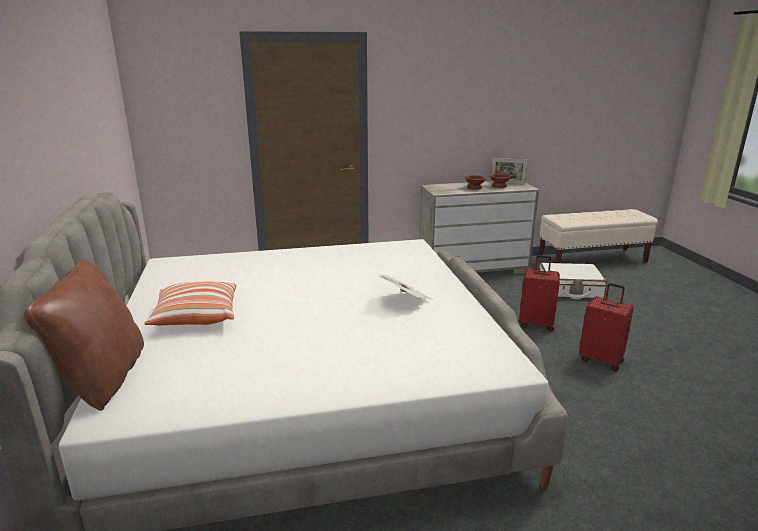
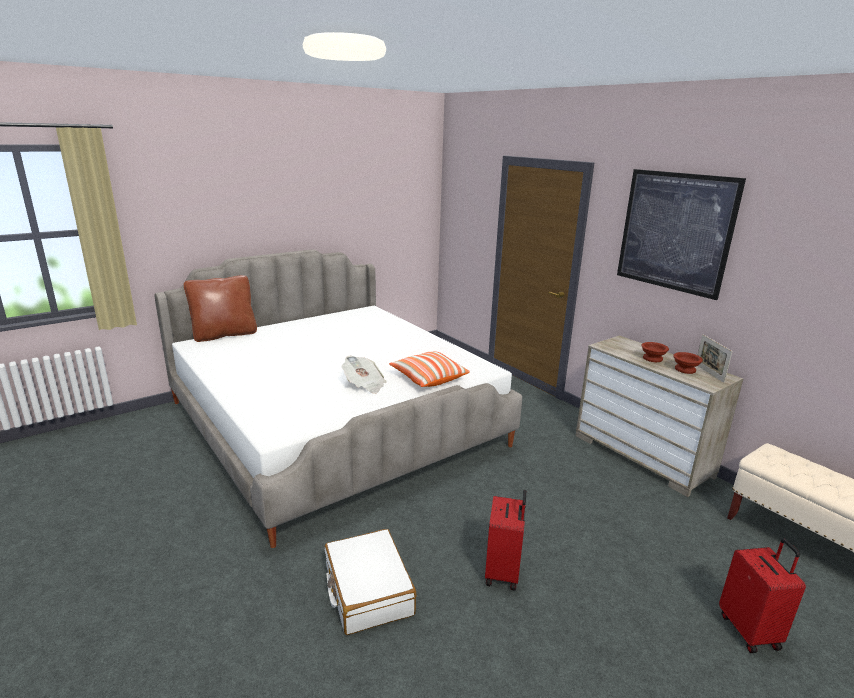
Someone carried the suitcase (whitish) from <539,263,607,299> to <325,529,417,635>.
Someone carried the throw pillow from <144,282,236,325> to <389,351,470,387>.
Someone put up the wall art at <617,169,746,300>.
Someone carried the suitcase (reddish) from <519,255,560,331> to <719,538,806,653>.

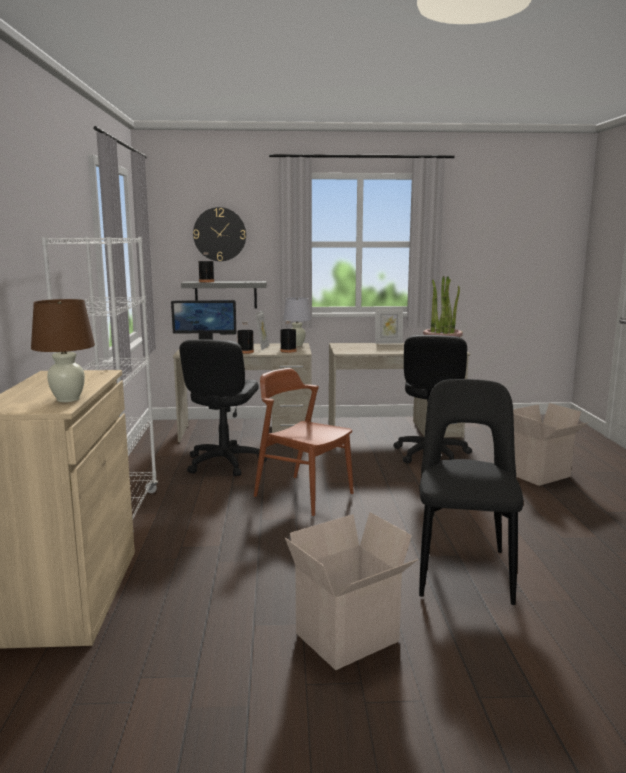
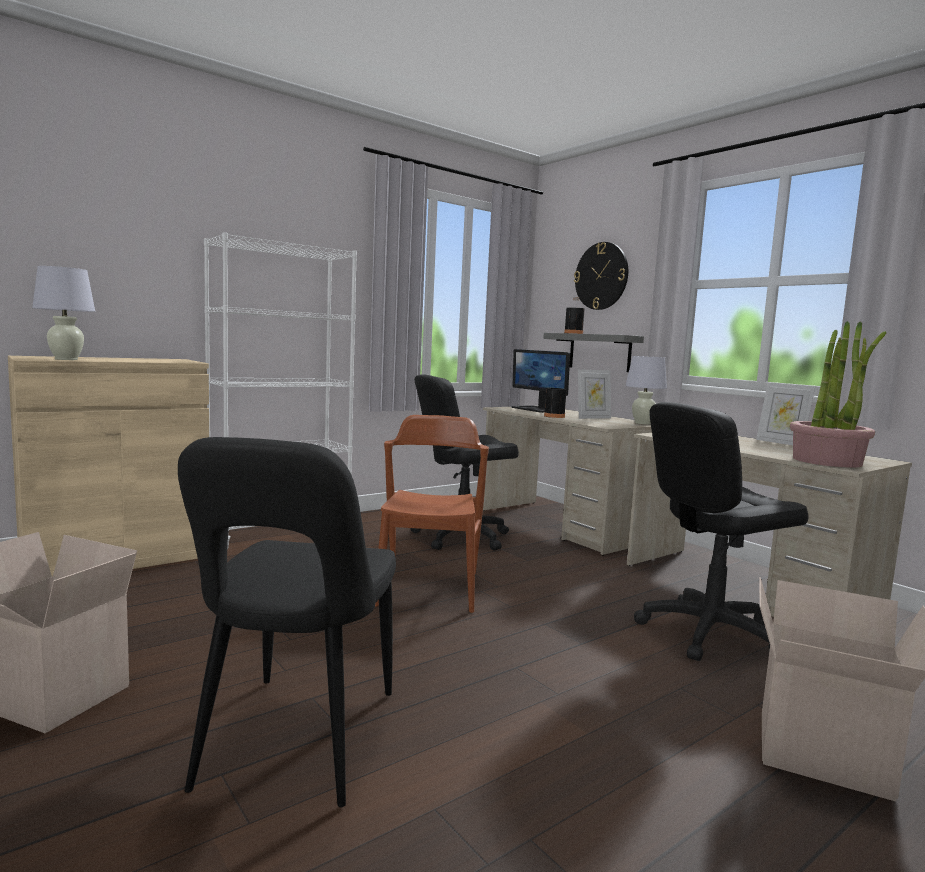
Someone repainted the tabletop lamp (brownish) at <31,299,95,402>, which became the tabletop lamp (whitish) at <32,266,95,360>.
Someone rotated the chair (blackish) at <419,379,523,605> by 120 degrees clockwise.
Someone took away the drink bottle (blackish) at <280,320,296,353>.

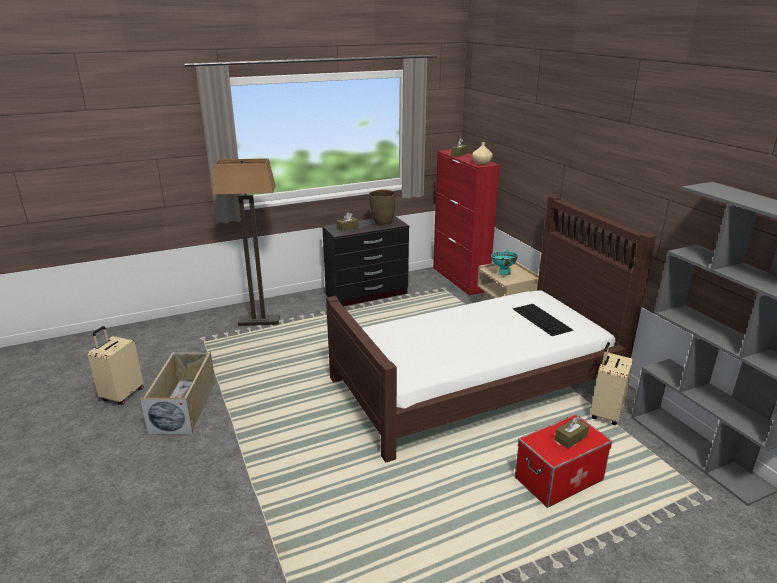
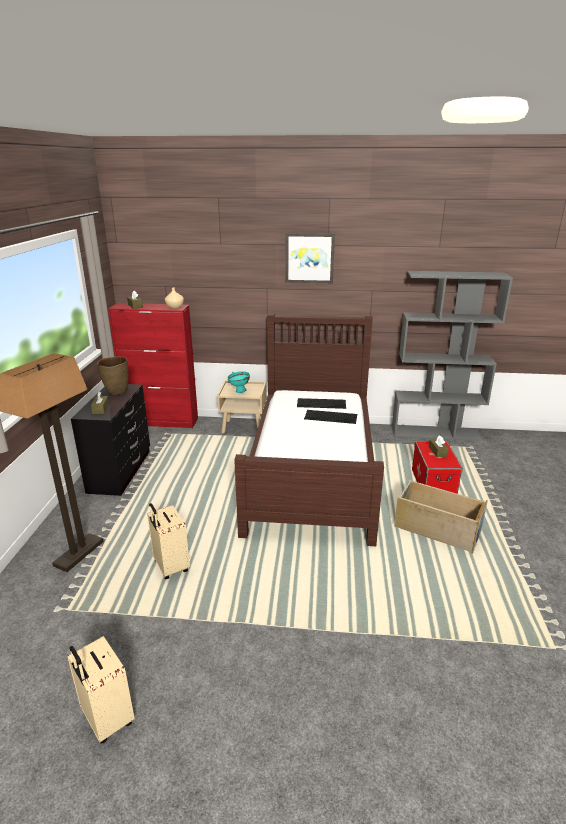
Someone carried the suitcase (sand-coloured) from <591,342,634,425> to <147,503,190,579>.
Someone put up the wall art at <285,233,335,283>.
Someone put down the computer keyboard at <304,410,357,424>.
Someone carried the storage container (sand-coloured) from <140,352,215,434> to <394,480,488,554>.

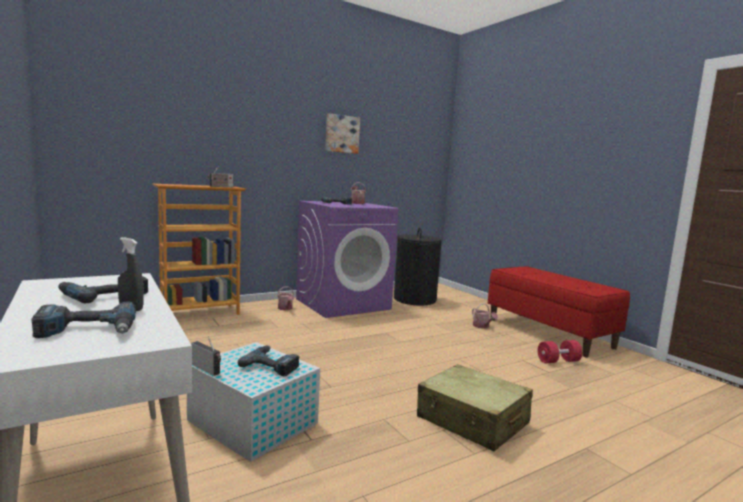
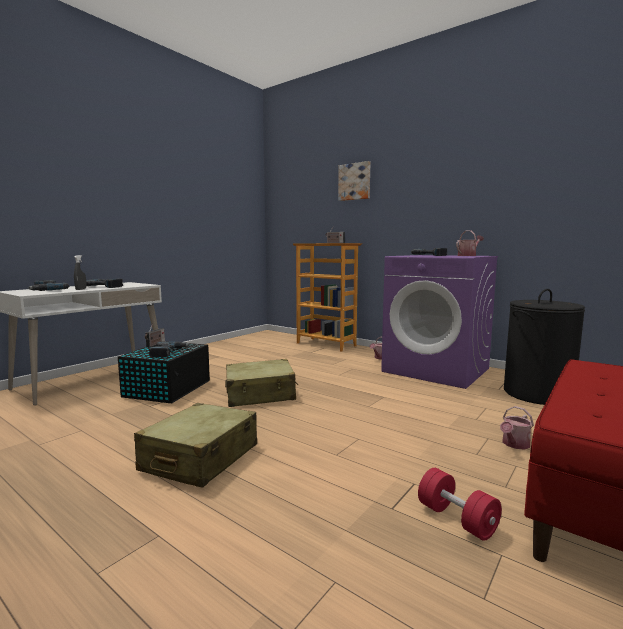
Someone repainted the storage container (whitish) at <187,342,320,462>, which became the storage container (blackish) at <118,341,210,403>.
Someone put down the suitcase (sand-coloured) at <225,359,298,407>.
Someone carried the wall art from <325,113,360,154> to <338,161,370,201>.

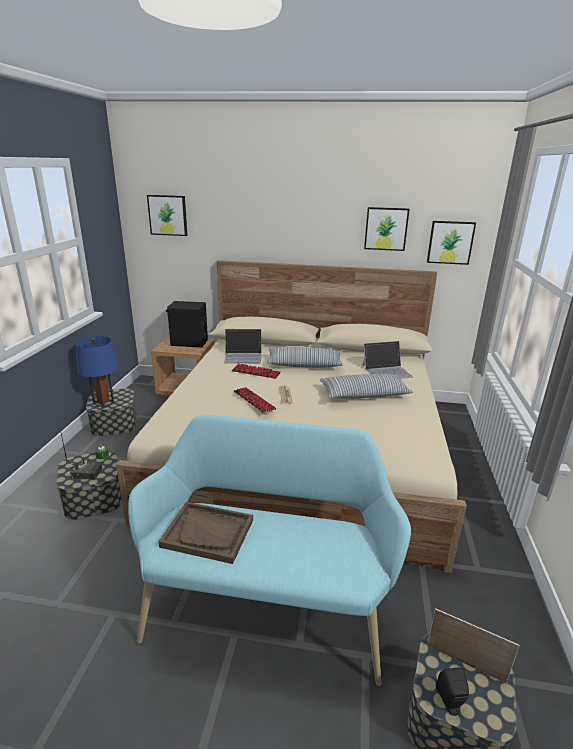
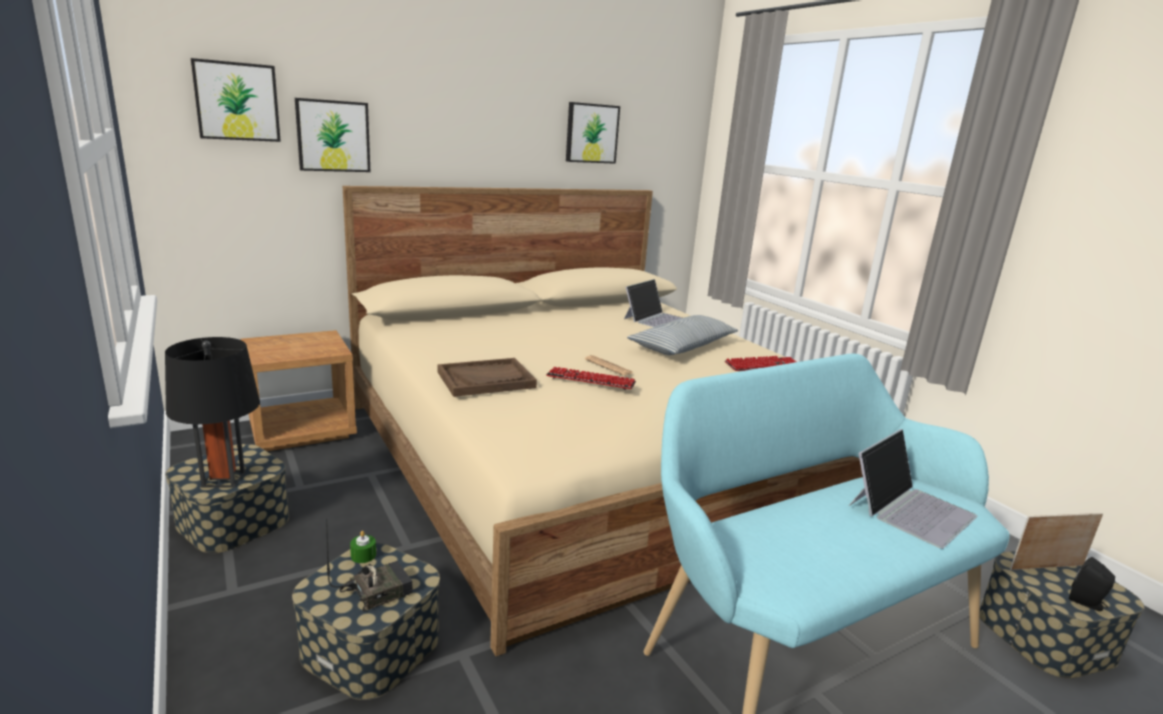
Someone repainted the tabletop lamp (blue-coloured) at <76,336,119,408>, which became the tabletop lamp (blackish) at <165,337,260,487>.
Someone carried the wall art from <427,221,476,265> to <295,98,371,172>.
Someone carried the carrying tray (brownish) from <158,502,253,564> to <437,358,537,397>.
Someone carried the computer keyboard from <232,363,281,379> to <725,356,796,371>.
Someone carried the portable computer from <224,329,261,363> to <849,429,978,549>.
Someone took away the audio speaker (blackish) at <166,301,208,347>.
Someone took away the throw pillow at <266,347,343,368>.

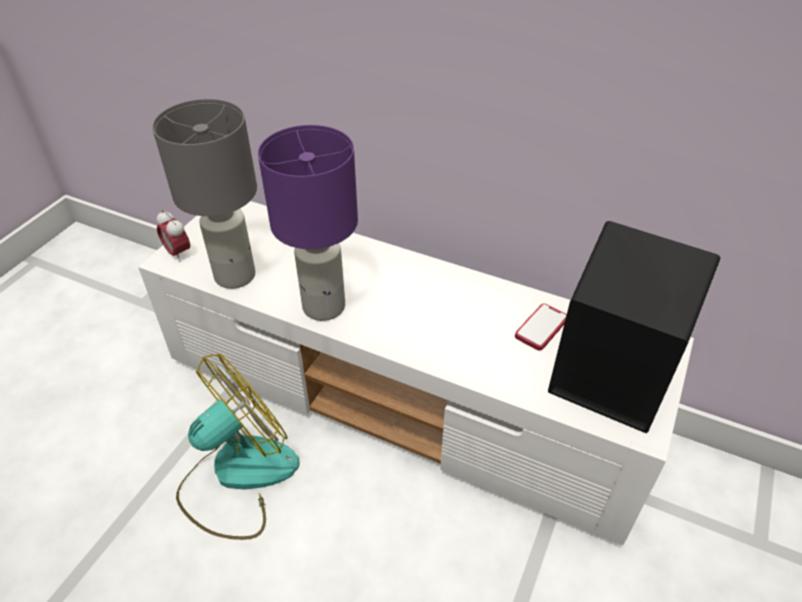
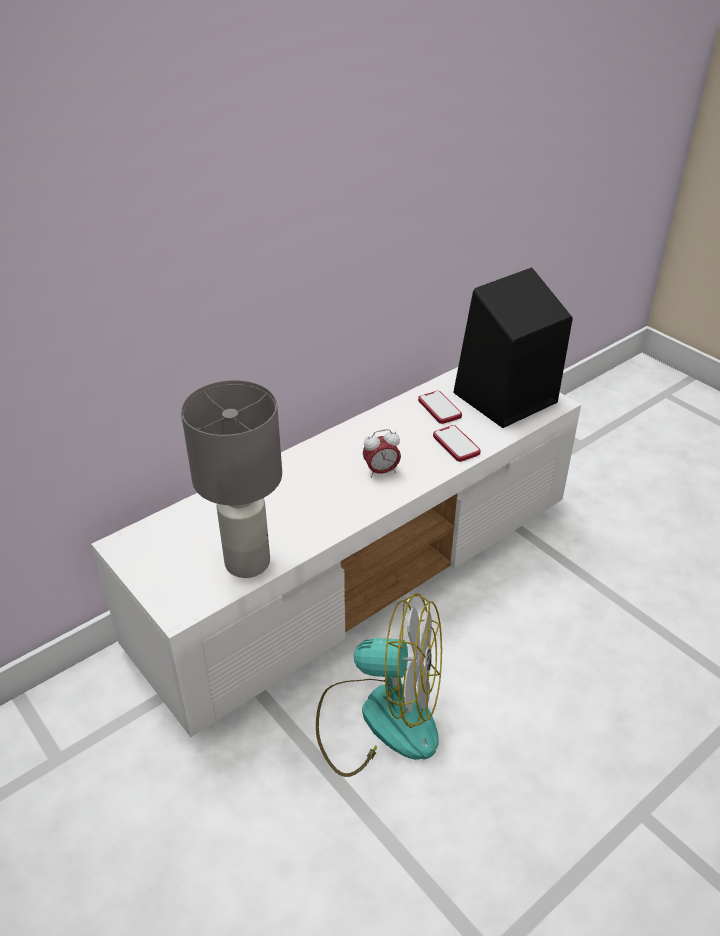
Someone rotated the electric fan at <176,354,300,540> by 120 degrees clockwise.
Someone carried the table clock from <156,209,190,262> to <363,429,401,478>.
Someone put down the handset at <433,425,481,462>.
Someone took away the tabletop lamp (purple) at <258,125,358,321>.

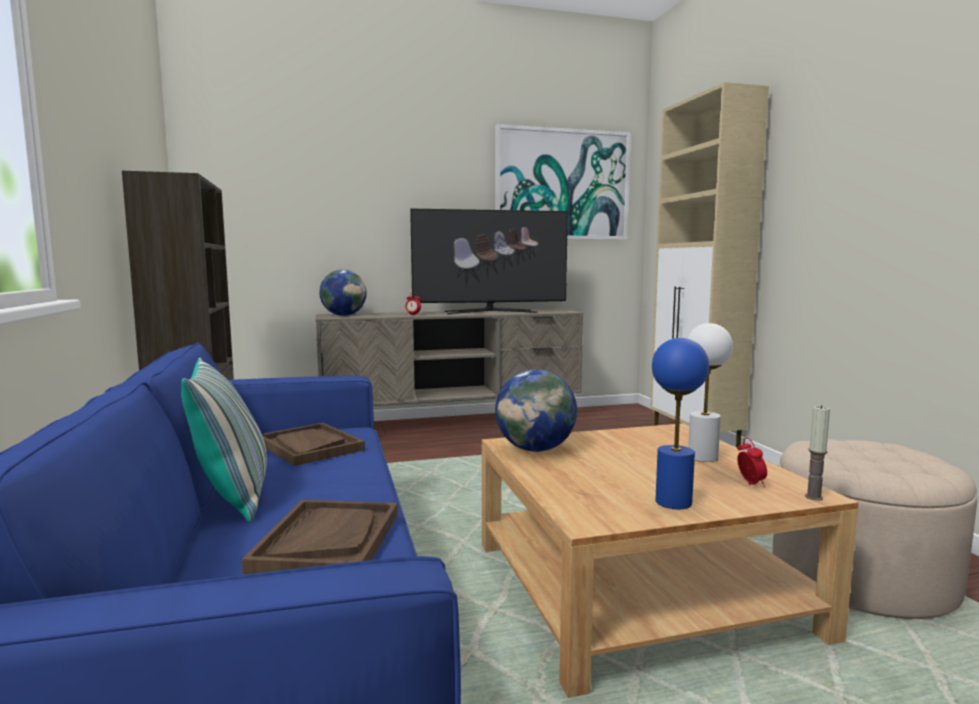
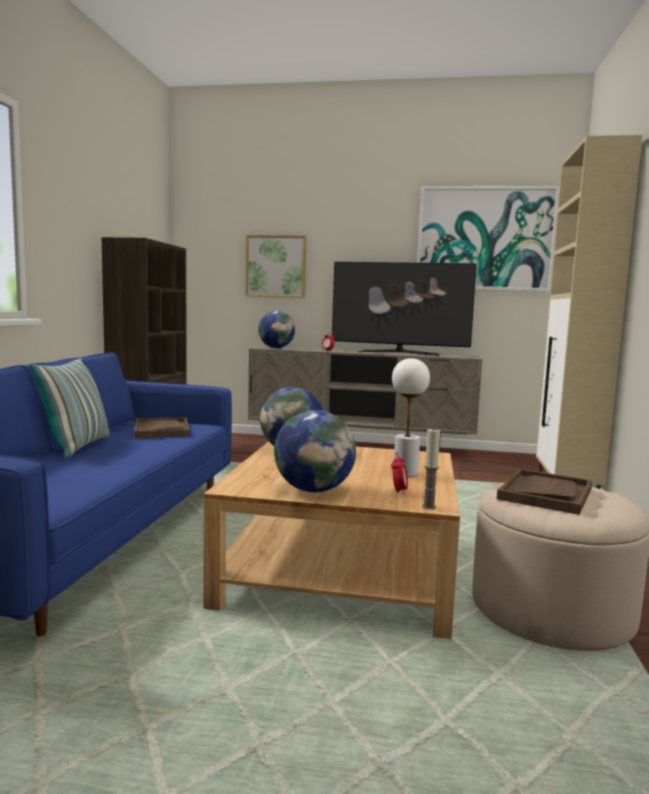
Someone put up the wall art at <246,235,307,298>.
Someone swapped the tabletop lamp (blue-coloured) at <652,338,709,509> for the world globe at <274,410,356,492>.
Someone carried the carrying tray (brownish) from <242,500,398,574> to <497,469,592,515>.

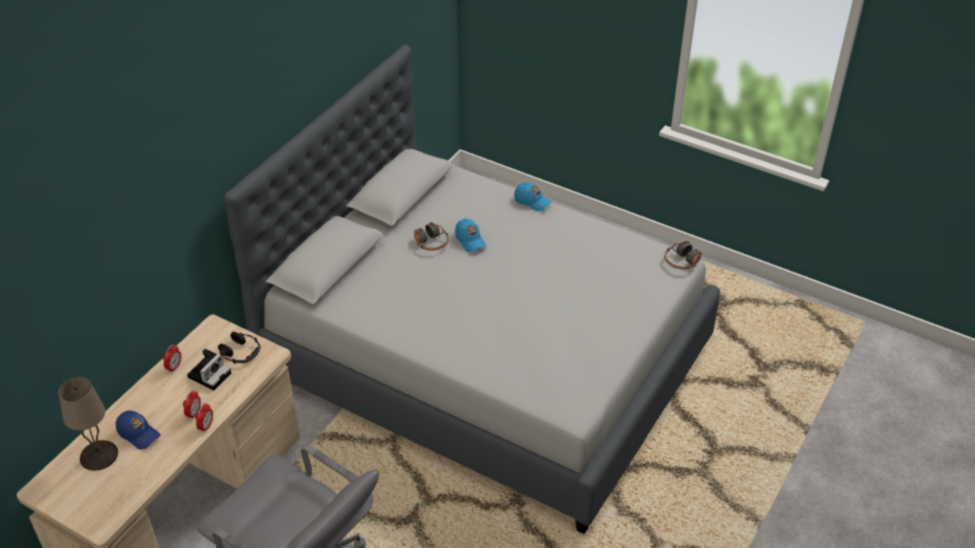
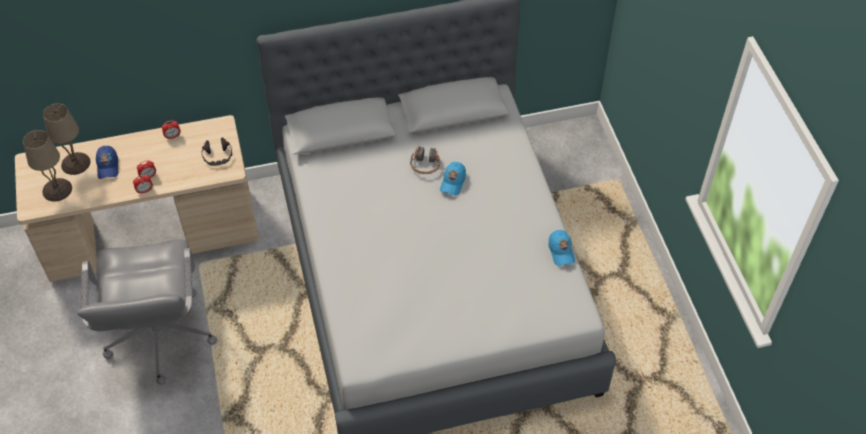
Someone put down the tabletop lamp (sand-coloured) at <23,130,72,202>.
Someone carried the cap (blue-coloured) from <514,182,552,212> to <549,230,575,266>.
Someone took away the photo camera at <187,349,231,390>.
Someone took away the headset at <664,241,702,269>.

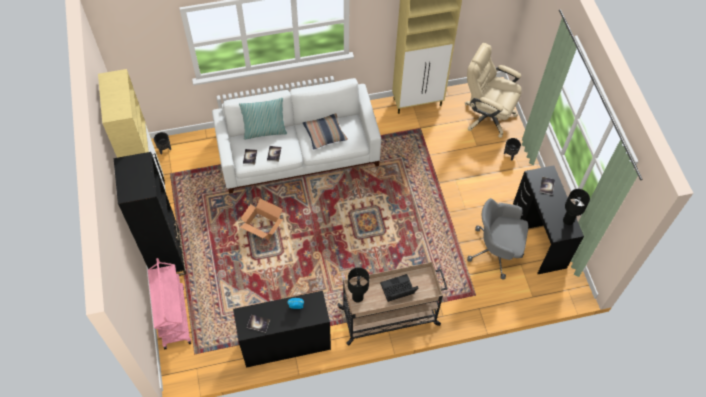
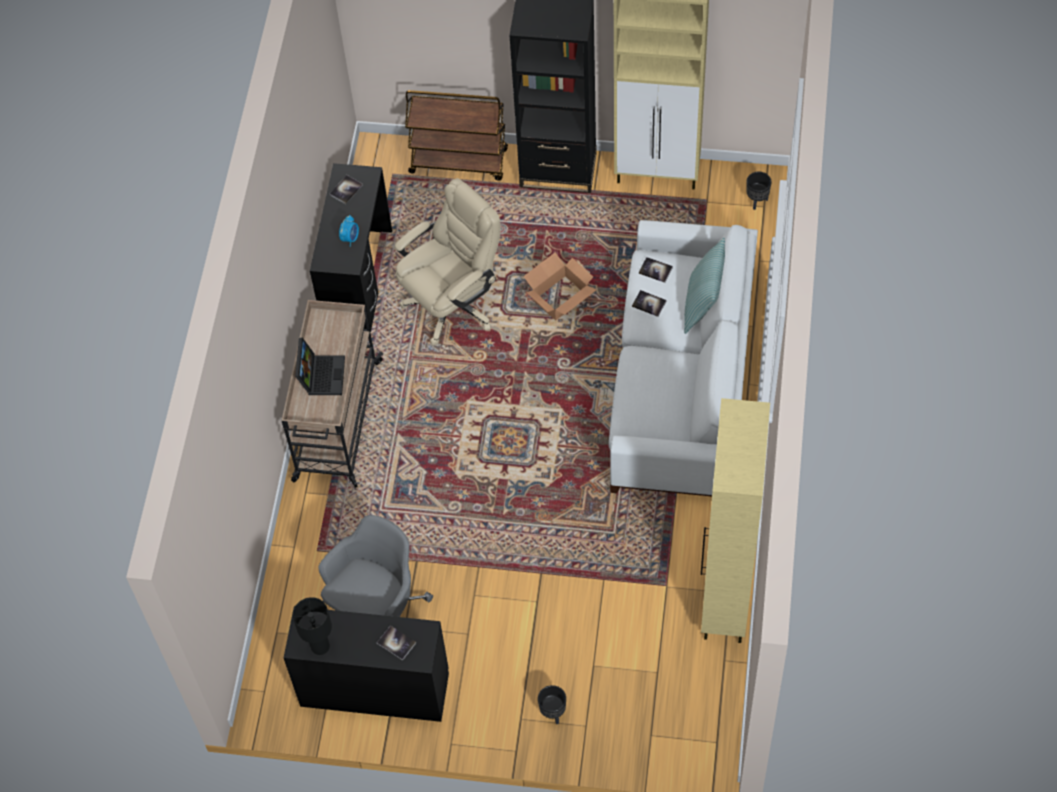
Someone carried the computer chair (sand-coloured) from <465,43,522,138> to <395,178,501,346>.
Someone repainted the trolley (pink-coloured) at <148,258,191,349>, which became the trolley (brownish) at <405,90,508,181>.
Someone took away the throw pillow at <303,113,348,150>.
Someone took away the tabletop lamp (blackish) at <348,267,369,302>.

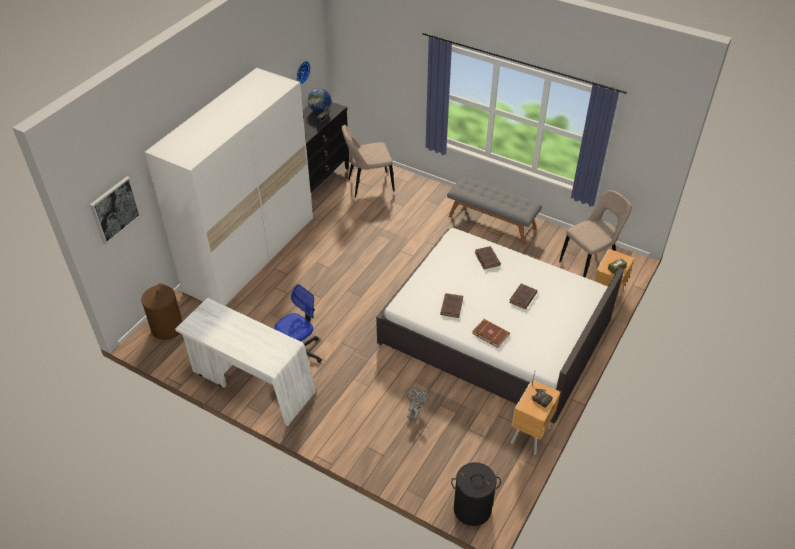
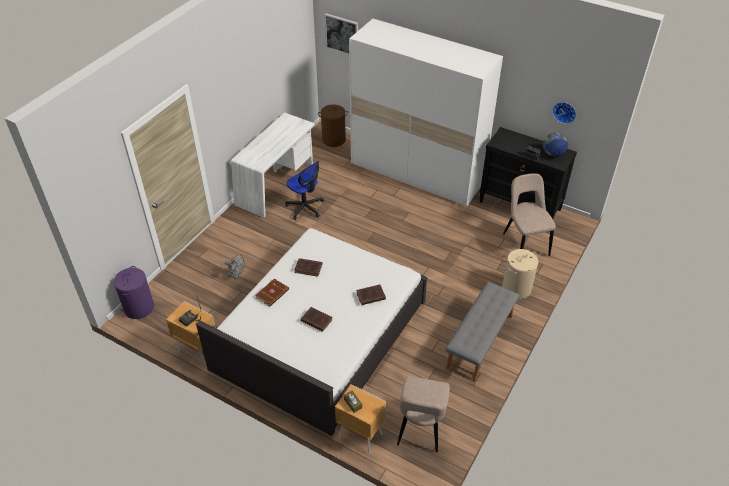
Someone repainted the washing basket (blackish) at <451,462,501,526>, which became the washing basket (purple) at <114,266,154,319>.
Someone rotated the chair (sand-coloured) at <559,190,632,278> by 45 degrees clockwise.
Someone put down the washing basket (sand-coloured) at <502,249,538,299>.

